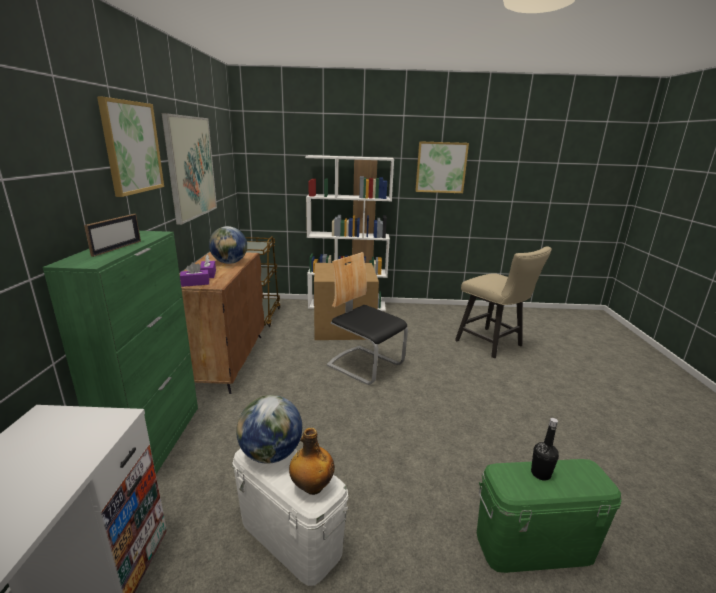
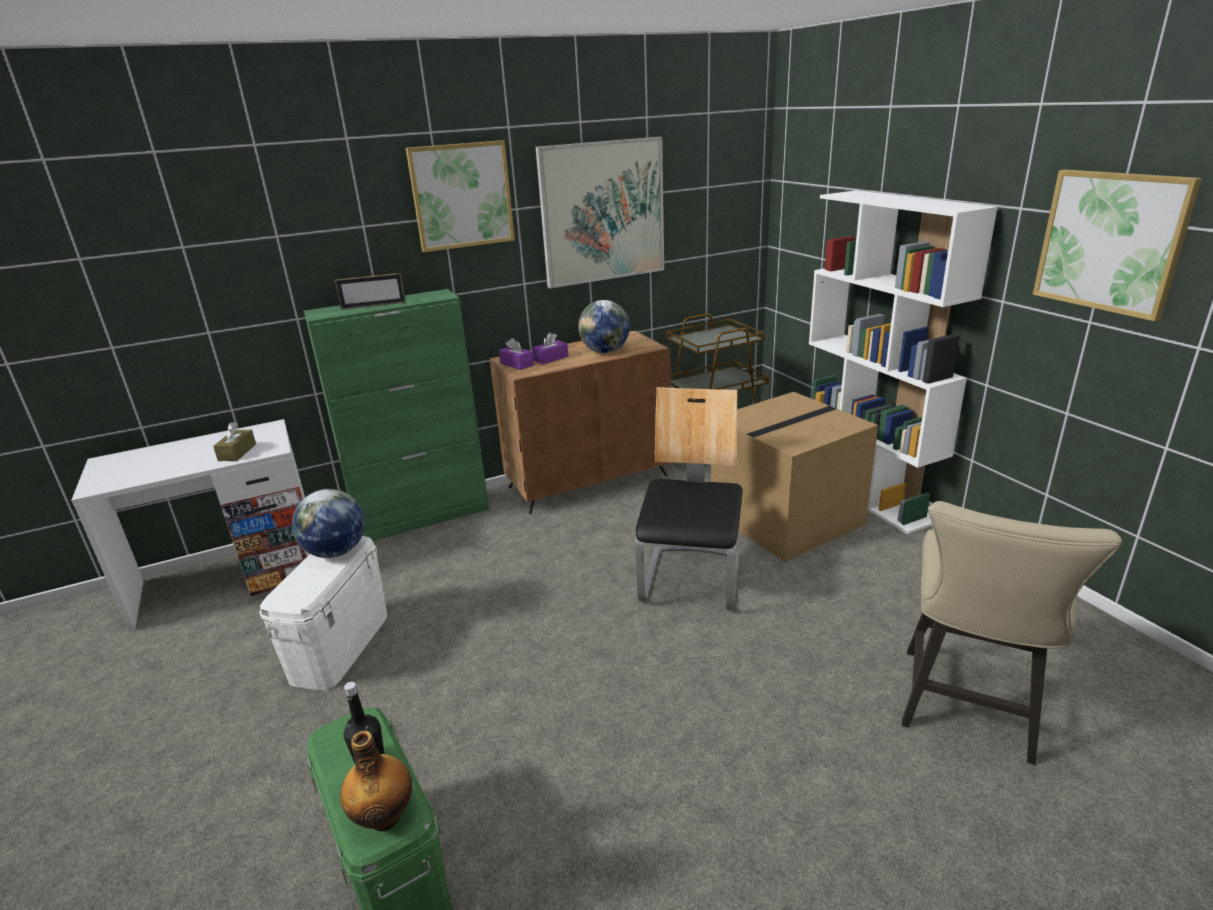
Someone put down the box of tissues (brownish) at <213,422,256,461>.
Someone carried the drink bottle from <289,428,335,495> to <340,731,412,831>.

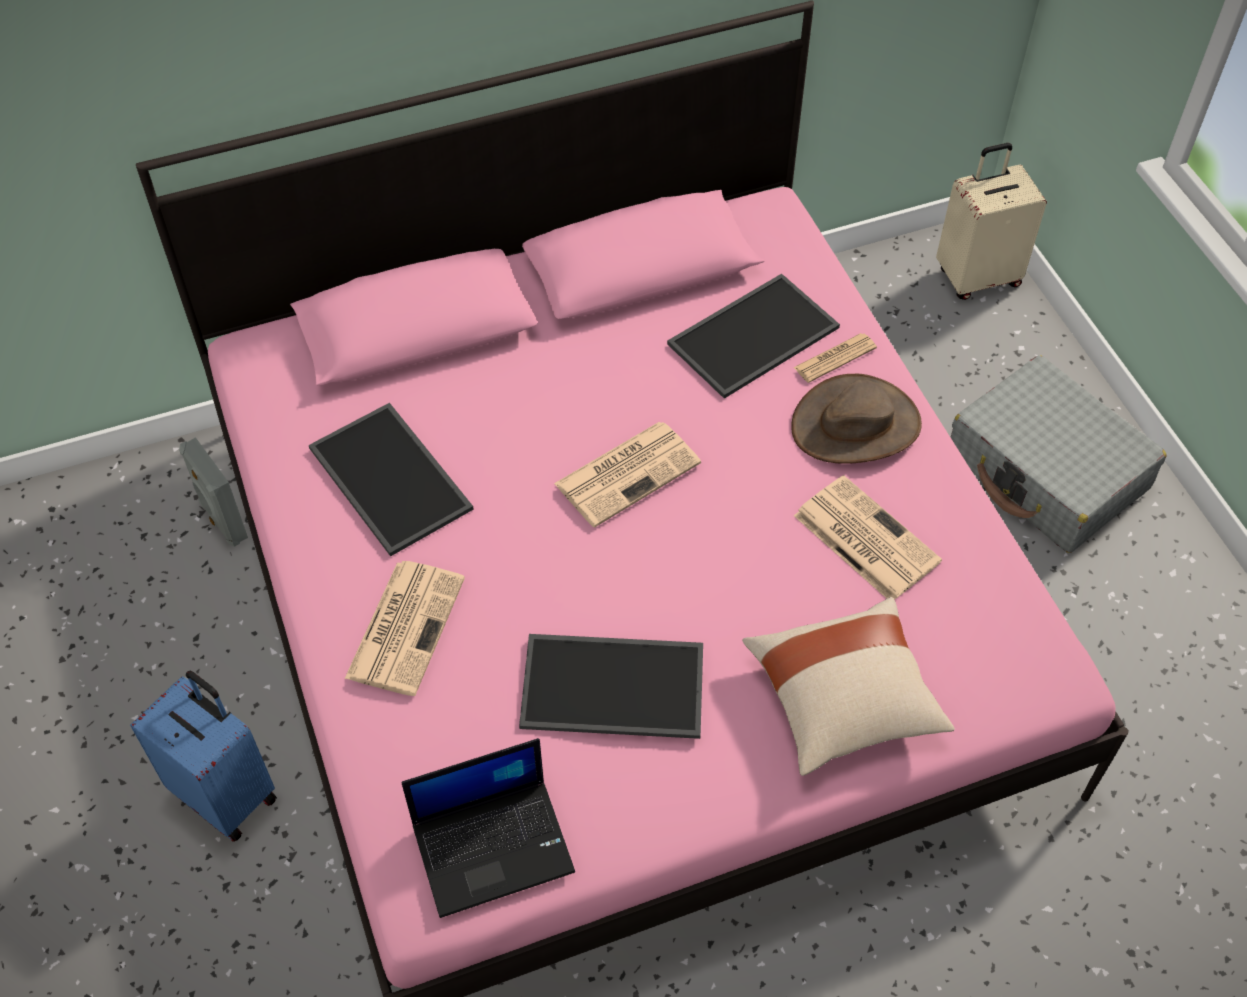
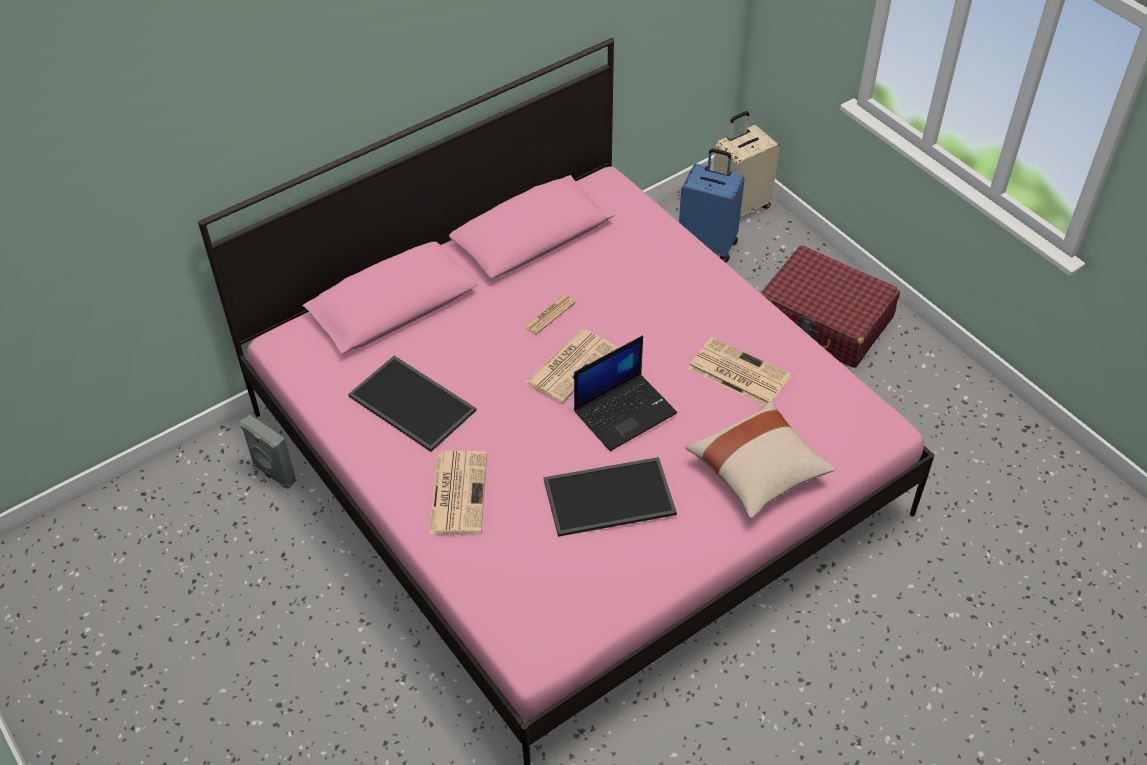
Someone carried the daily paper from <793,333,877,383> to <524,295,576,335>.
Someone carried the portable computer from <402,738,575,918> to <574,336,677,451>.
Someone carried the suitcase (blue-coloured) from <130,671,277,842> to <679,148,745,262>.
Someone repainted the suitcase (gray) at <951,355,1167,553>, which became the suitcase (reddish) at <761,245,900,368>.
Someone took away the carrying tray at <667,274,840,399>.
Someone took away the hat (brownish) at <791,374,922,464>.

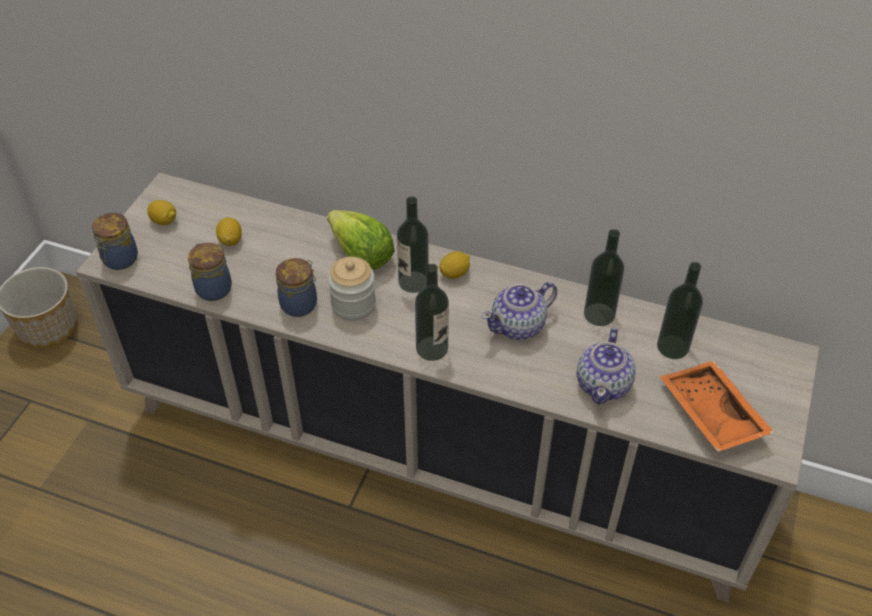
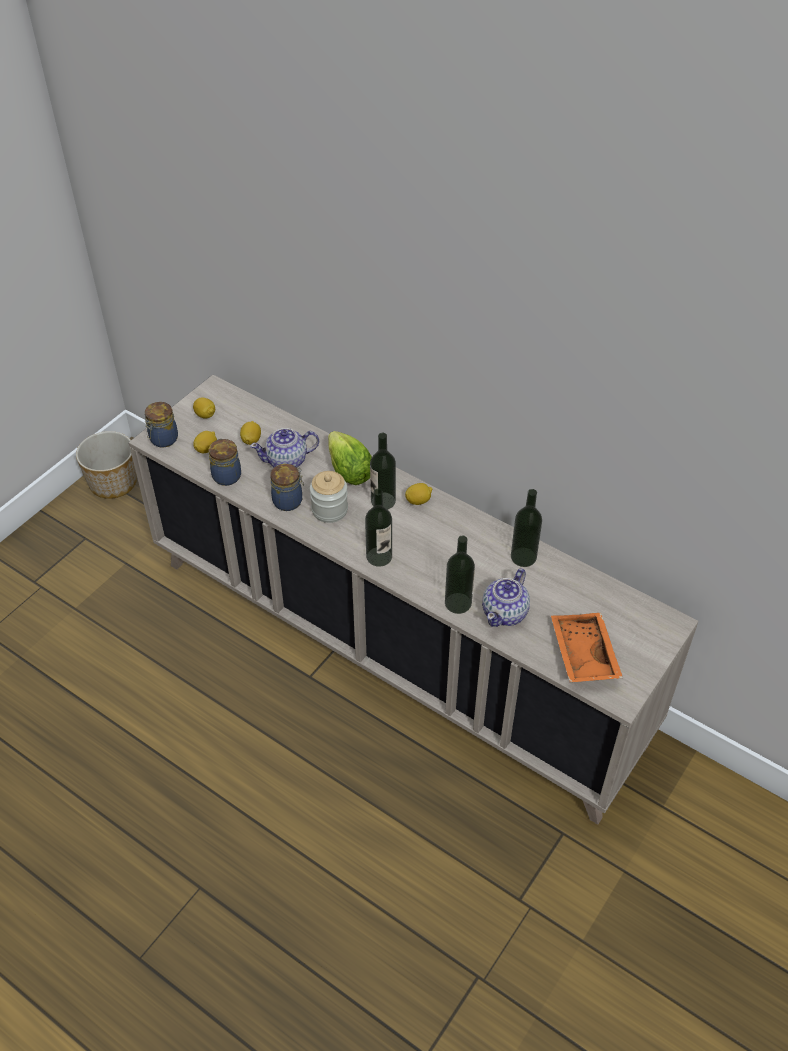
Someone put down the lemon at <193,431,217,453>.
Someone carried the teapot from <482,282,557,340> to <250,428,319,468>.
Someone carried the drink bottle from <657,262,703,359> to <445,535,475,614>.

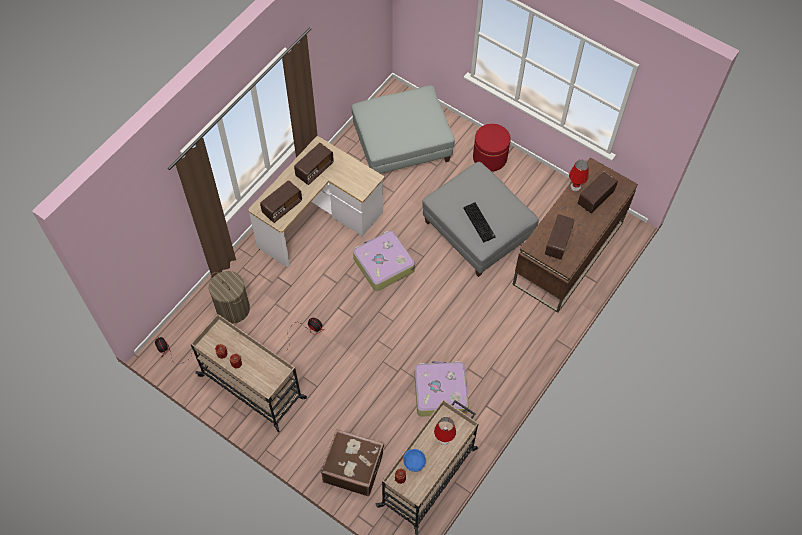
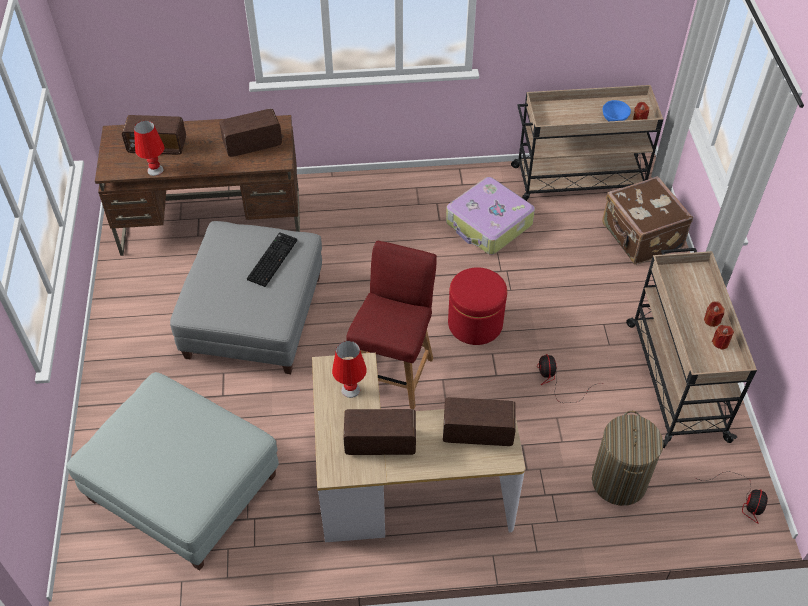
Someone carried the tabletop lamp (reddish) from <434,417,456,445> to <332,341,367,398>.
Someone swapped the suitcase at <353,231,415,291> for the chair (reddish) at <346,241,437,409>.
Someone carried the footrest (reddish) from <473,124,511,172> to <448,267,507,345>.

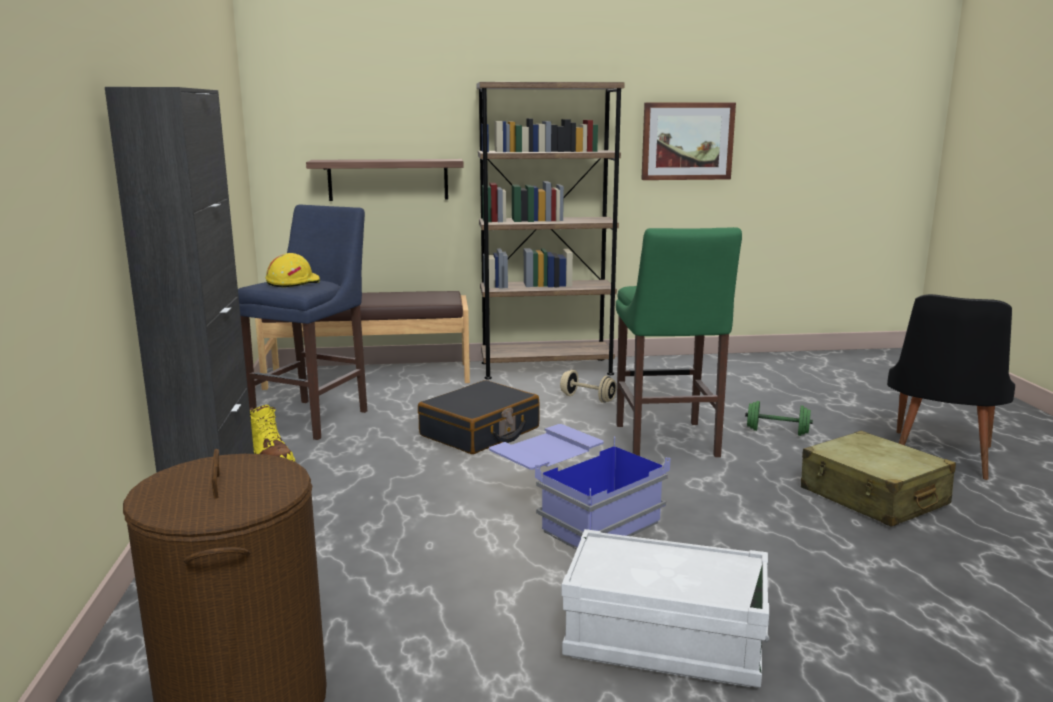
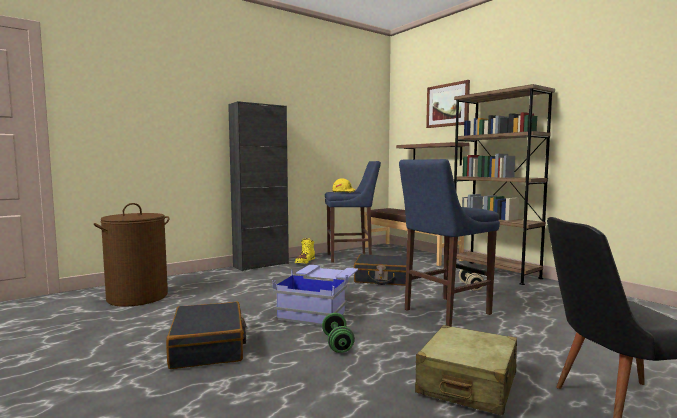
Someone swapped the storage container (whitish) at <561,529,769,688> for the suitcase (blackish) at <166,302,247,369>.
Someone carried the hand weight (green-coloured) from <745,401,813,436> to <322,313,355,353>.
Someone repainted the sitting stool (green-coloured) at <616,227,742,457>, which became the sitting stool (blue-coloured) at <399,159,500,327>.
Someone carried the wall art from <641,103,736,180> to <426,80,470,128>.

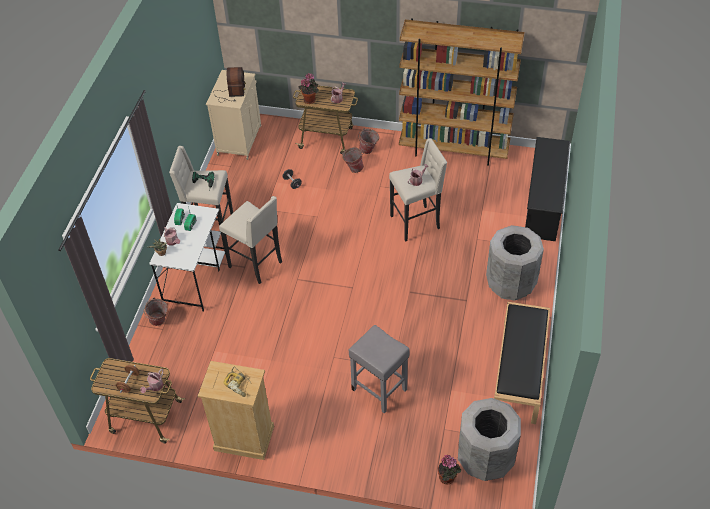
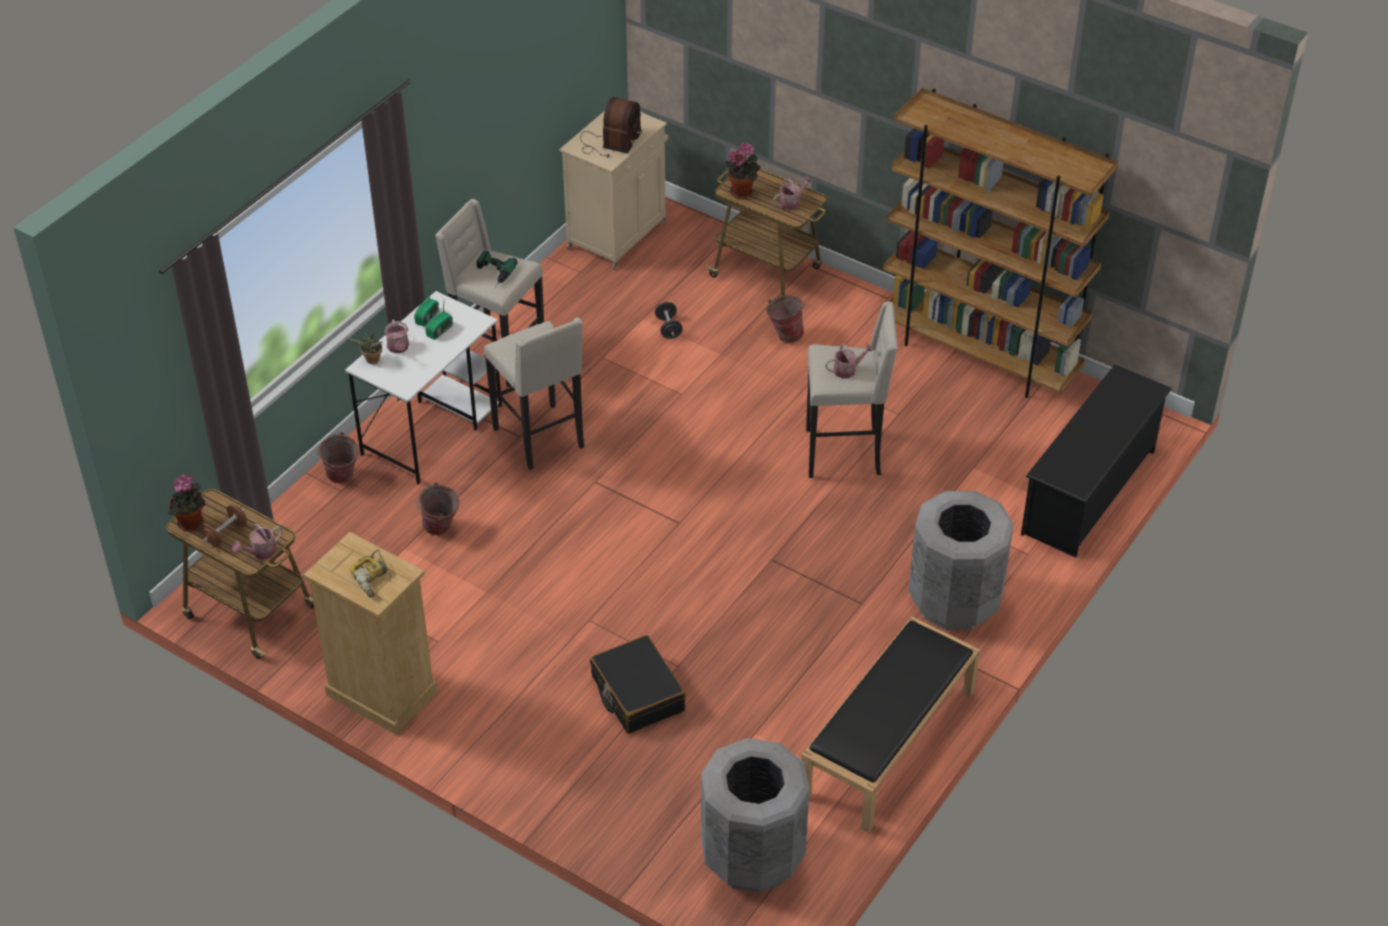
Someone carried the potted plant from <438,455,461,485> to <168,475,205,531>.
Someone carried the water bucket from <359,128,379,154> to <416,483,459,535>.
Someone swapped the sitting stool (gray) at <349,325,410,413> for the suitcase (blackish) at <590,635,686,734>.

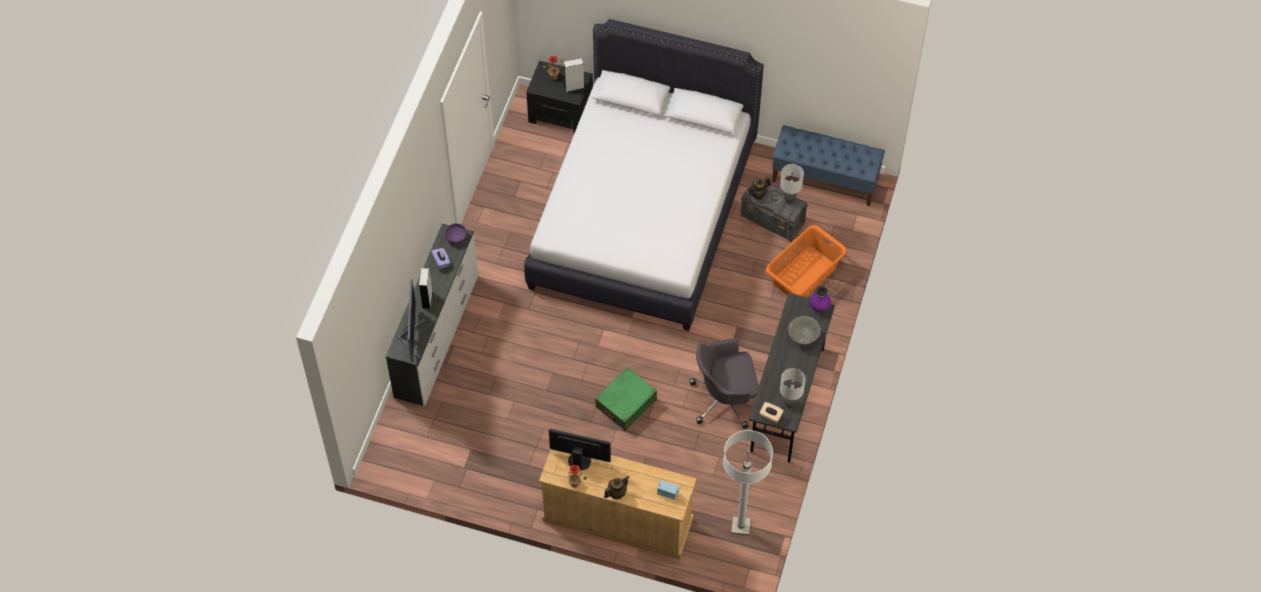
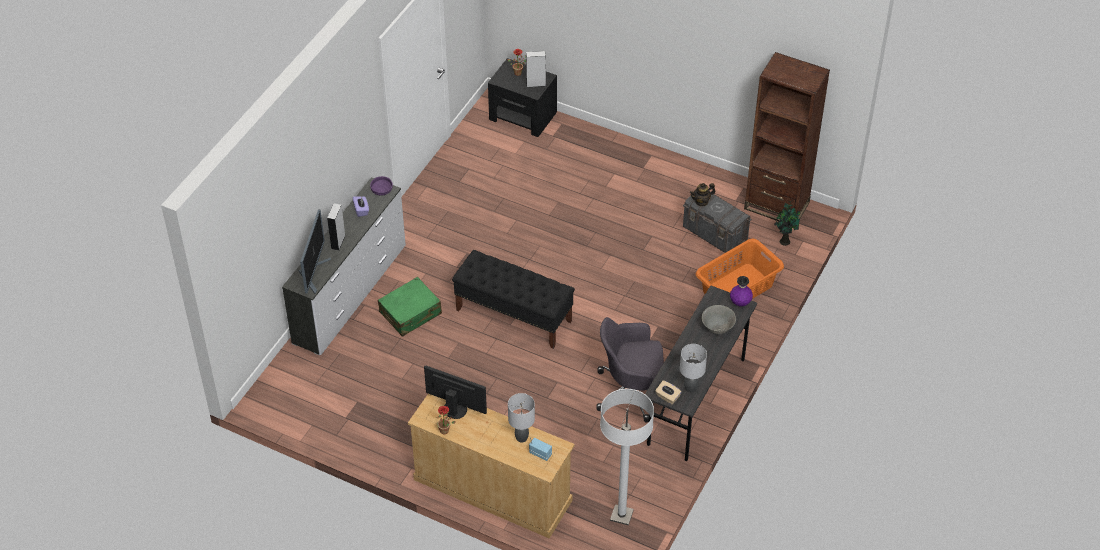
Someone carried the suitcase (green-coloured) from <595,367,657,431> to <378,277,442,337>.
Someone put down the long seat (blackish) at <452,250,575,349>.
Someone carried the tabletop lamp (gray) from <780,164,804,204> to <508,393,535,443>.
Someone swapped the long seat (blue-coloured) at <772,125,885,206> for the shelving unit (brownish) at <744,52,830,221>.
Someone put down the potted plant at <774,201,800,246>.
Someone took away the bed (whitish) at <524,19,764,331>.
Someone took away the teapot at <604,476,629,499>.

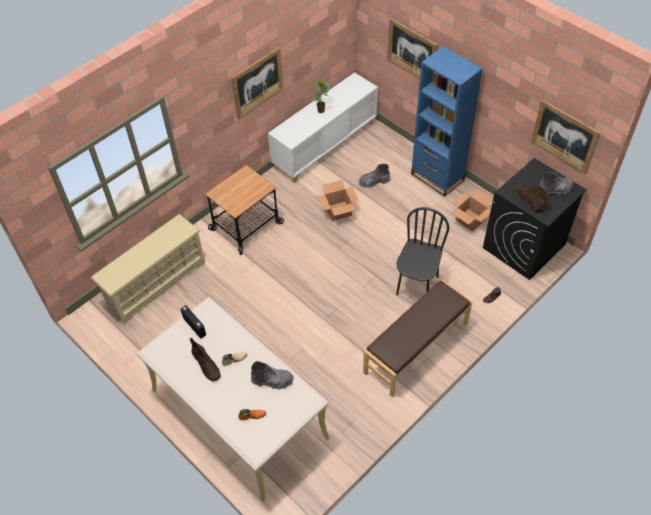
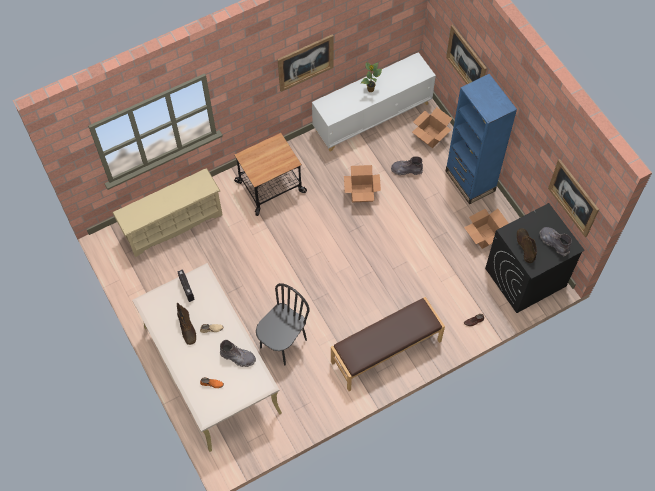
Someone carried the chair (blackish) from <396,207,449,295> to <256,283,310,365>.
Someone put down the cardboard box at <412,107,452,148>.
Someone rotated the tall boot (gray) at <539,172,574,196> by 135 degrees counterclockwise.

